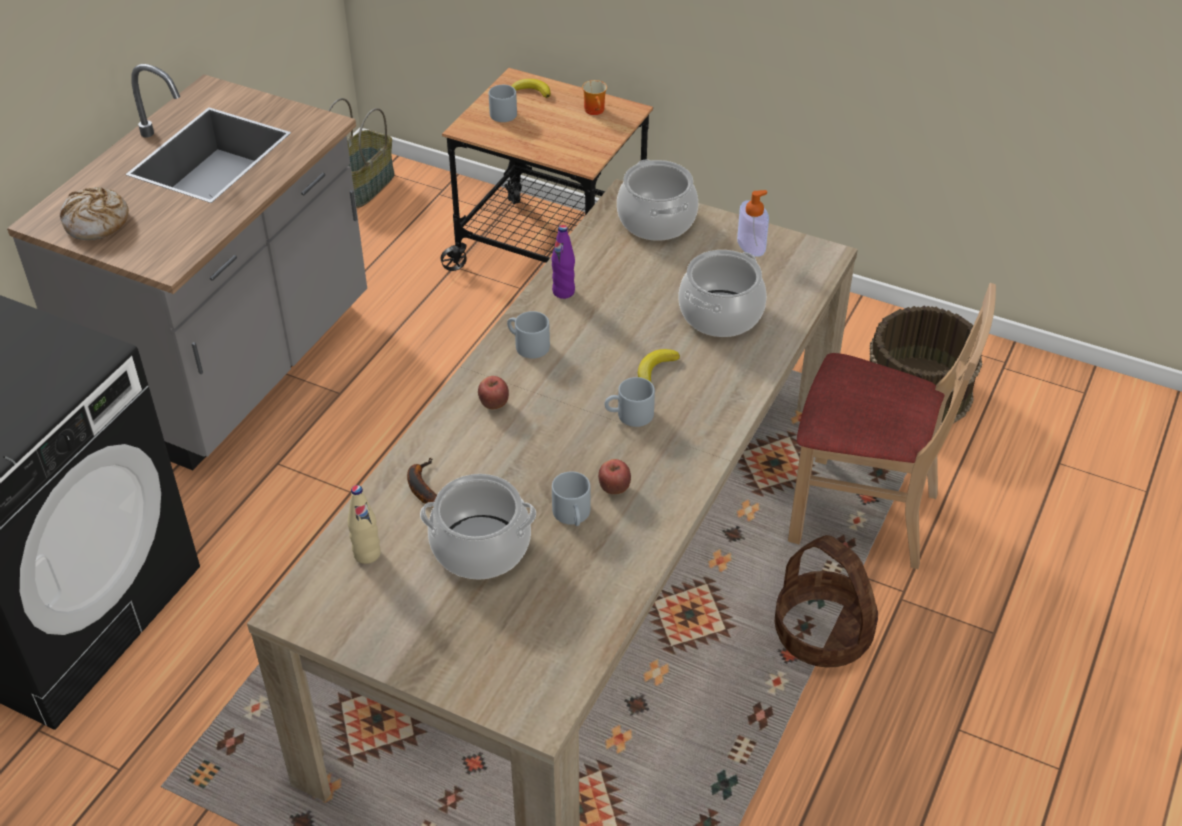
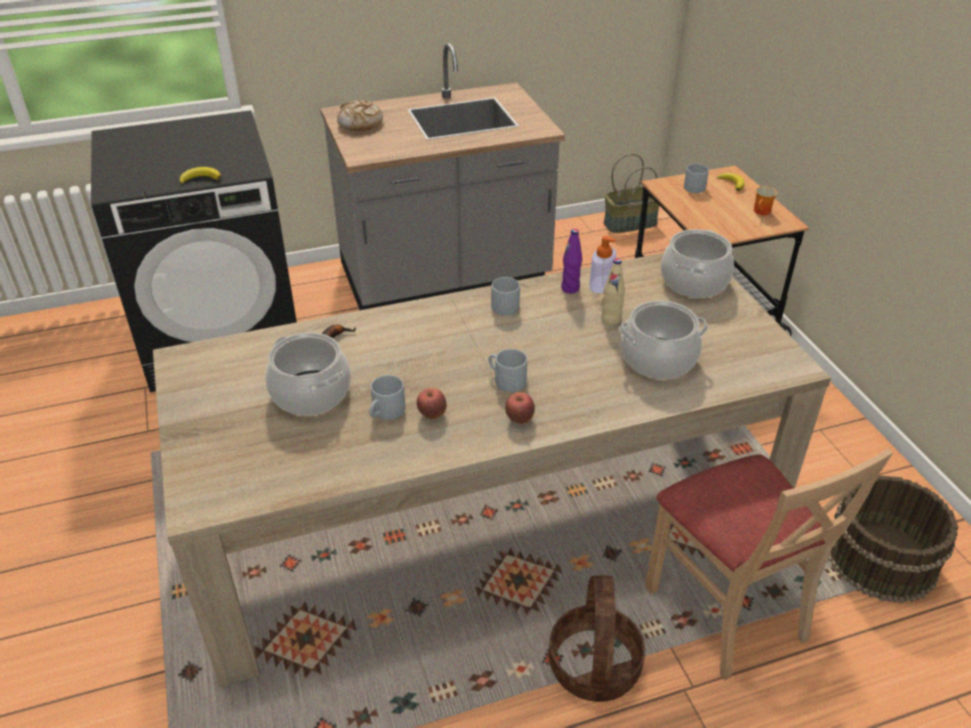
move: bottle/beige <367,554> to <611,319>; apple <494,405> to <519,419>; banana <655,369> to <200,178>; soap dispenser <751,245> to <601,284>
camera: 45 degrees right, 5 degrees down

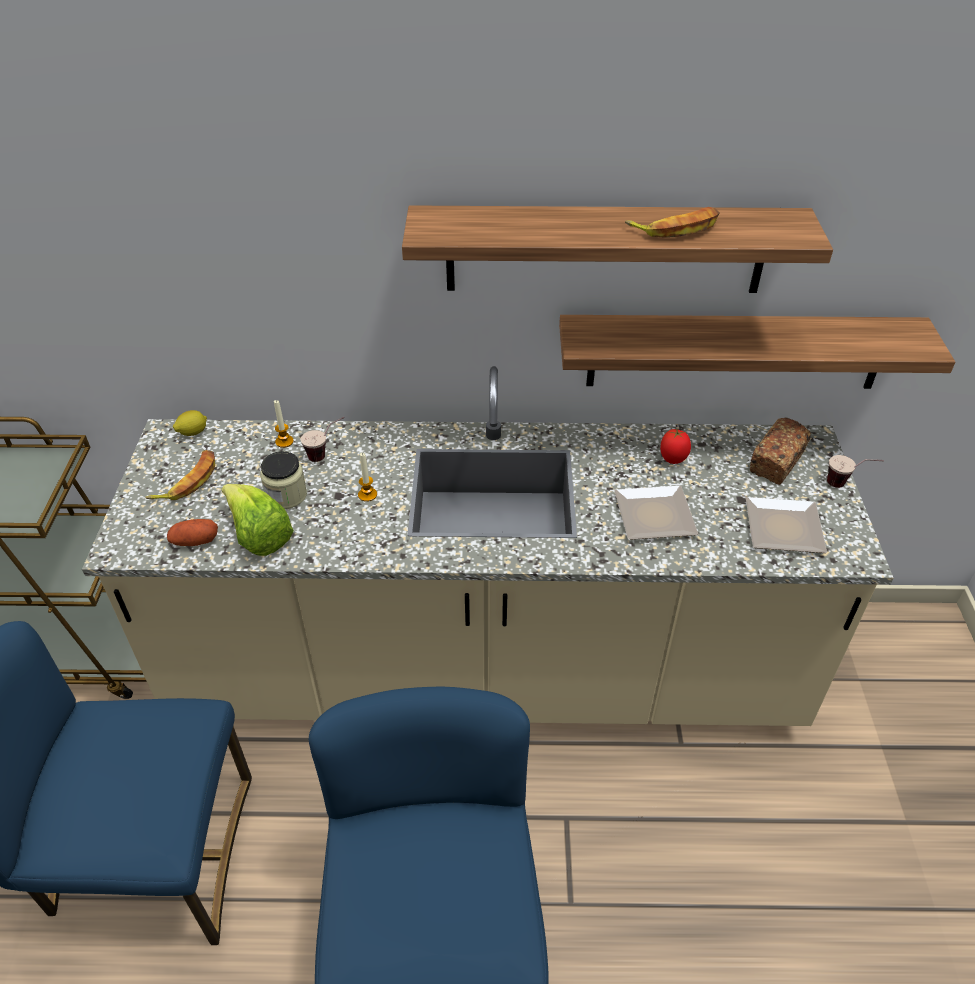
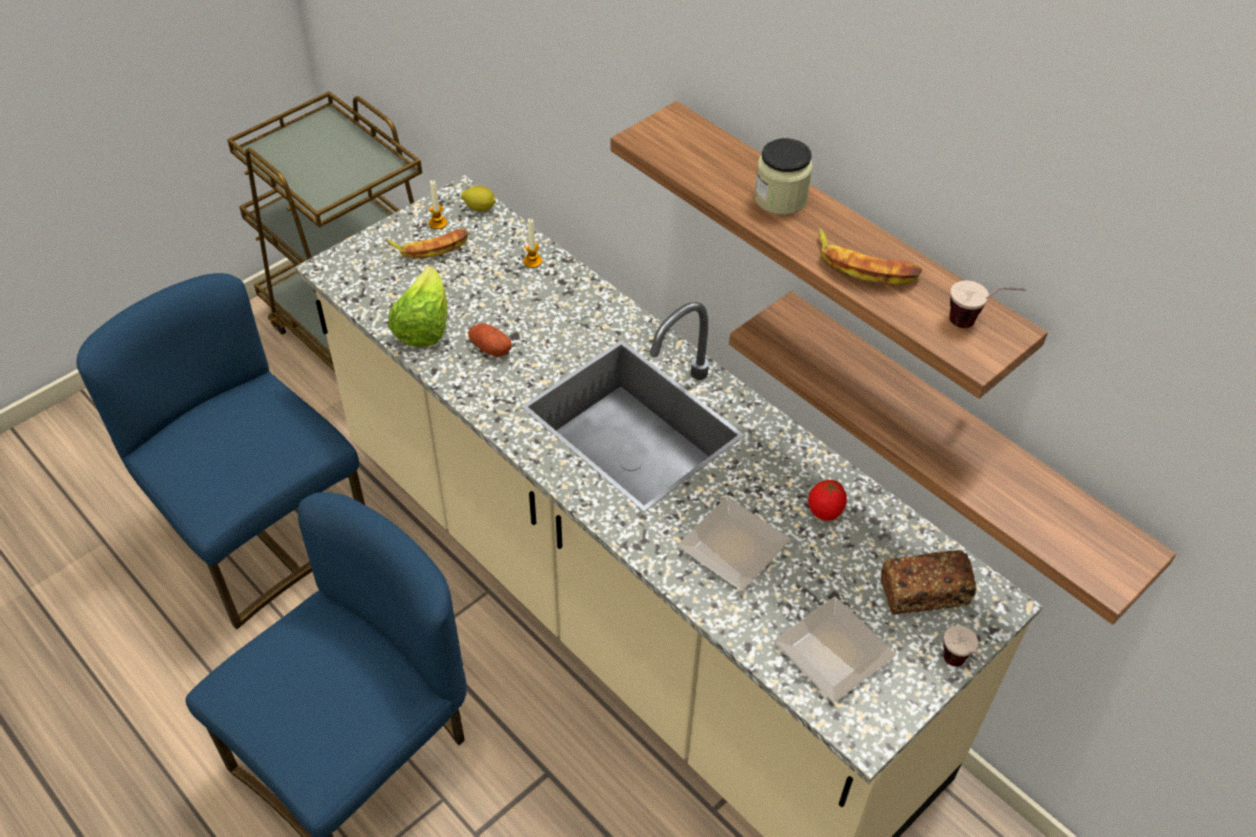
move: potato <195,541> to <490,348>; jar <286,495> to <780,198>; cup <326,454> to <976,324>; candle <367,495> to <438,223>
camera: 45 degrees right, 5 degrees up

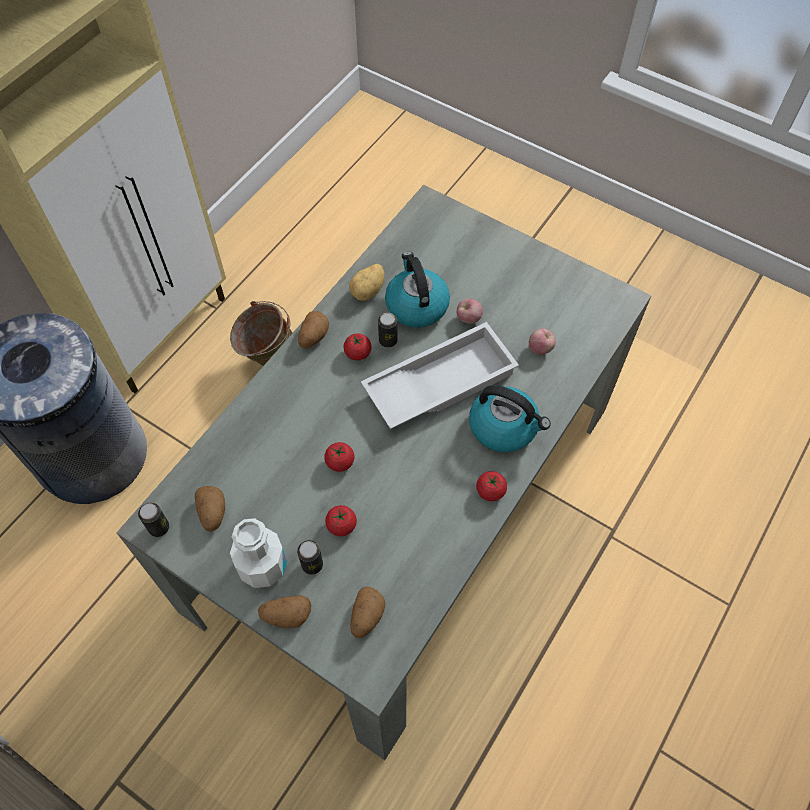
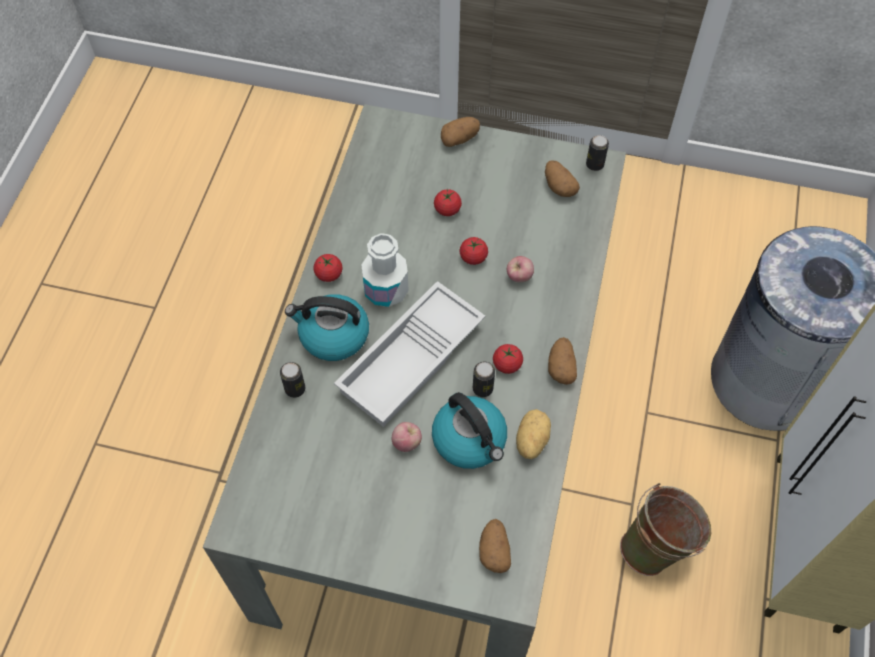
move: bottle/white <262,566> to <386,290>; can <312,564> to <295,389>; potato <366,617> to <494,550>; apple <540,348> to <519,277>
camera: 160 degrees right, 0 degrees up

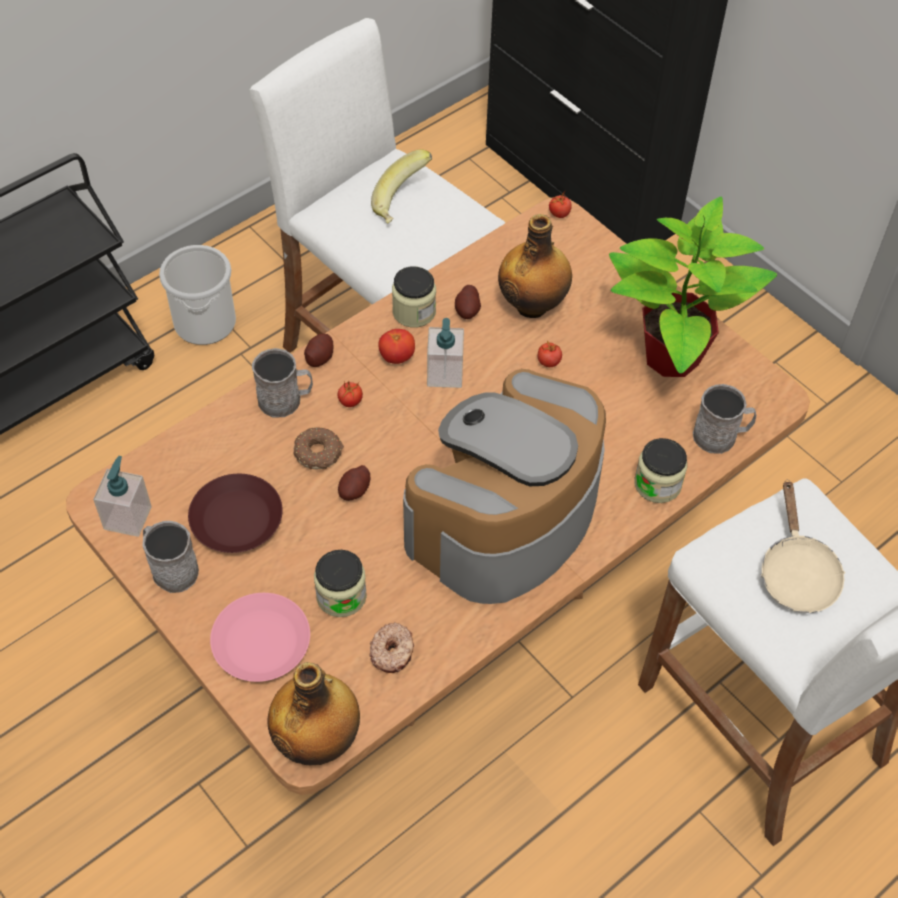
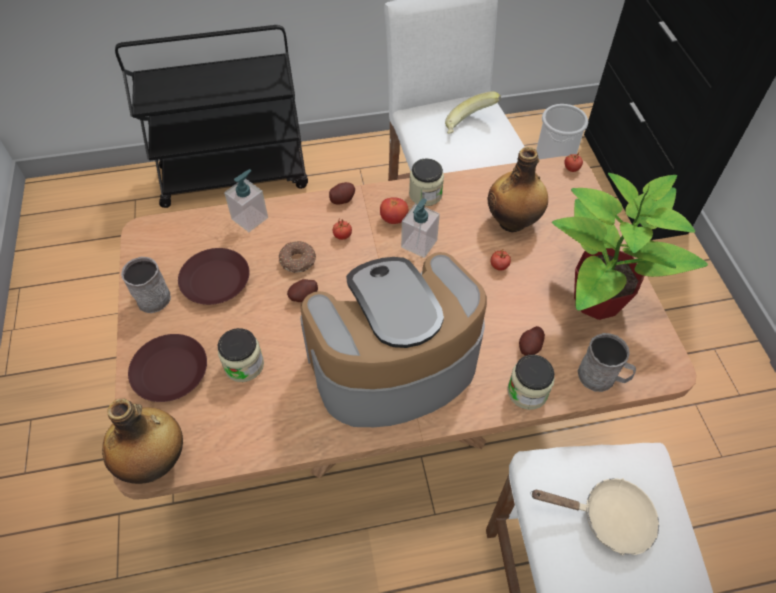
delete: mug/grey <285,400>; donut <392,652>
move: soap dispenser <128,517> to <250,218>; bucket <205,322> to <555,157>; potato <467,311> to <529,347>
recolor: plate/pink <260,643> to plate/brown <169,372>
rotate: frying pan/beige <796,572> = <608,518> 105 degrees counterclockwise
camera: 30 degrees right, 0 degrees up

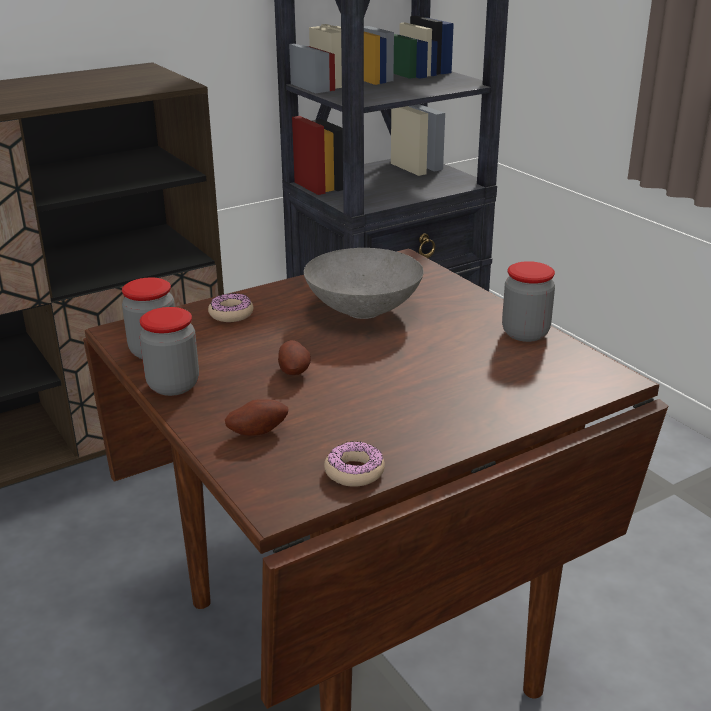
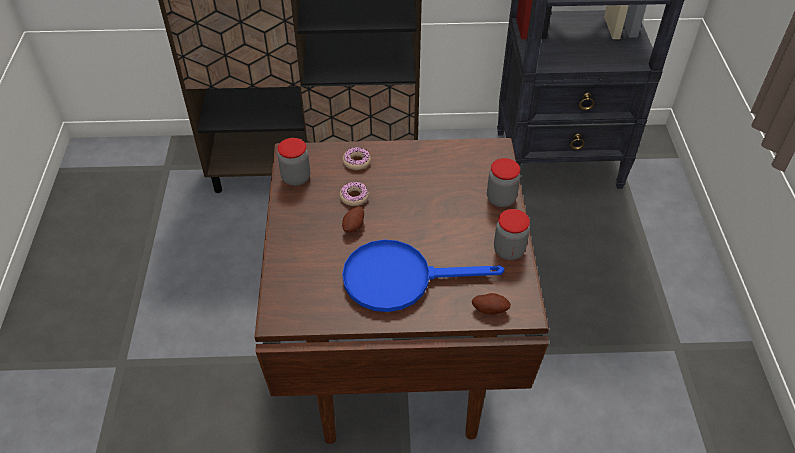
delete: bowl/grey <361,311>
insert: frying pan/blue <400,278>
move: jar <173,385> to <501,199>; potato <257,431> to <490,309>; donut <354,472> to <354,197>
camera: 30 degrees right, 20 degrees up

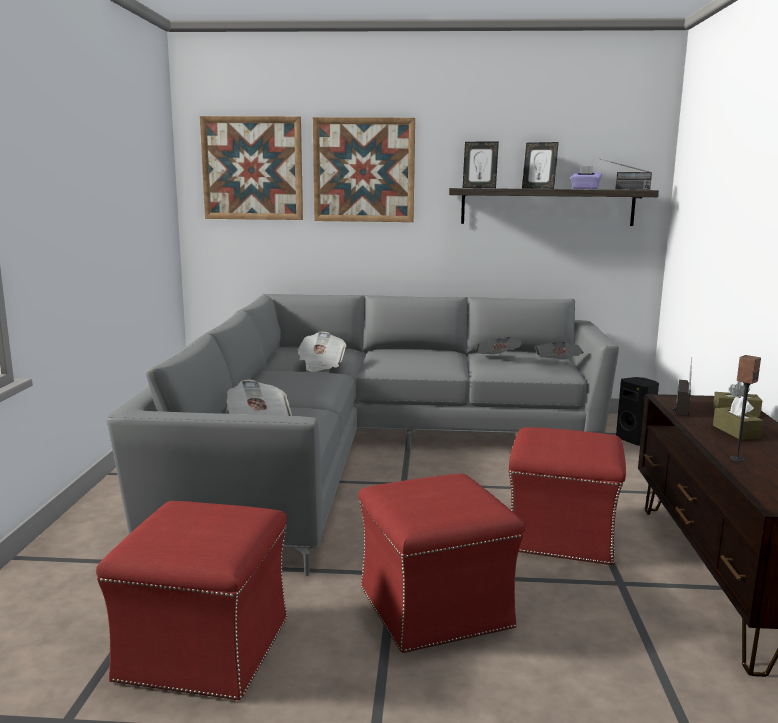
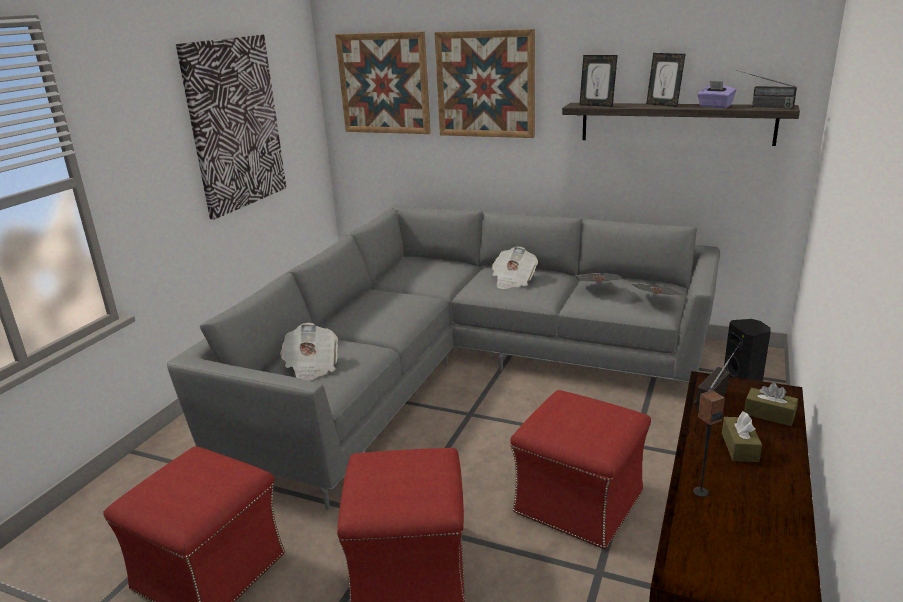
insert: picture <235,124>
move: newspaper <321,365> to <513,280>
camera: 20 degrees right, 10 degrees up

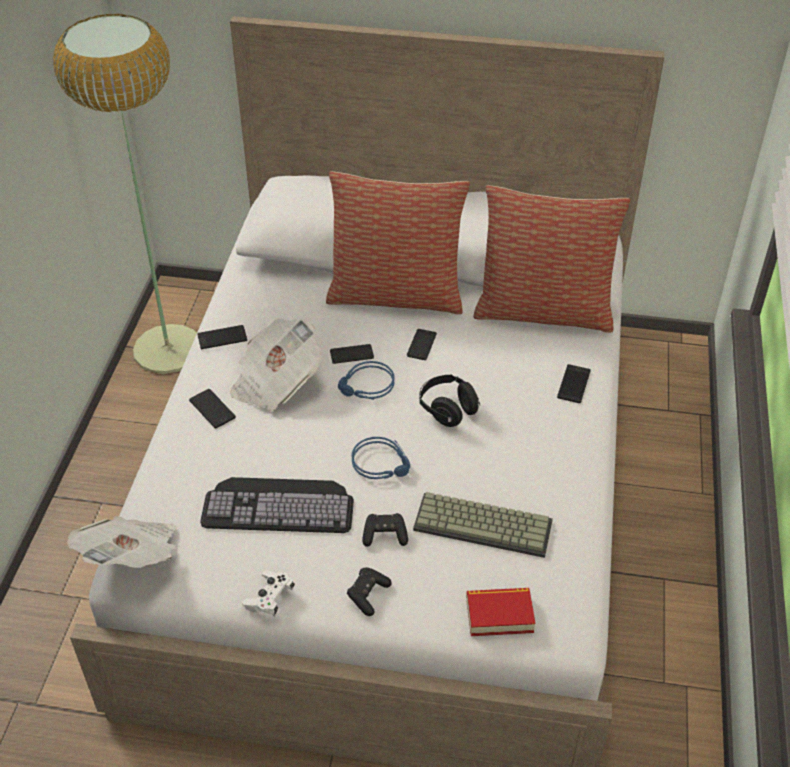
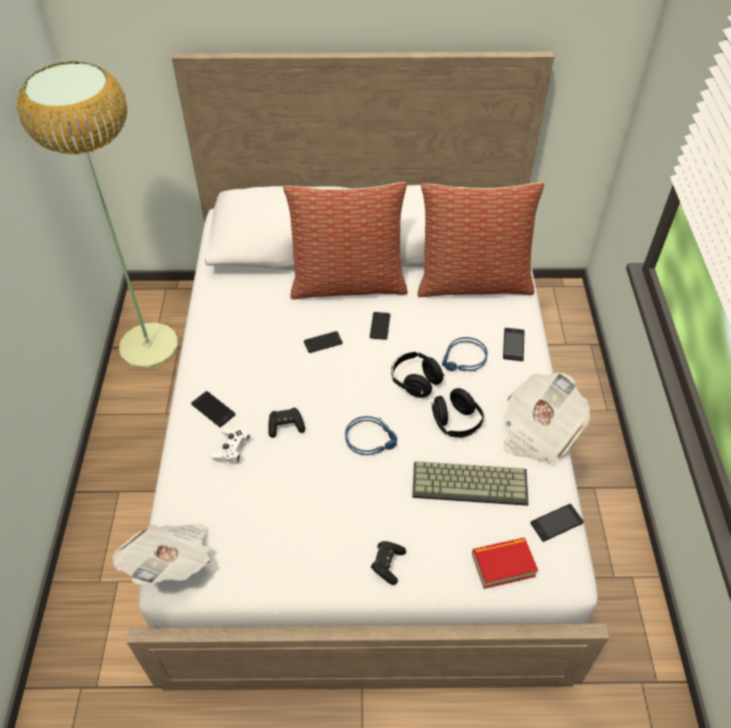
delete: keyboard <280,504>
insert: headphones/black <456,423>
move: phone <222,338> to <556,523>; newspaper <275,382> to <538,431>; game controller/white <269,598> to <231,450>; headphones/blue <366,387> to <464,360>; game controller/black <385,535> to <286,426>
camera: 10 degrees left, 5 degrees up

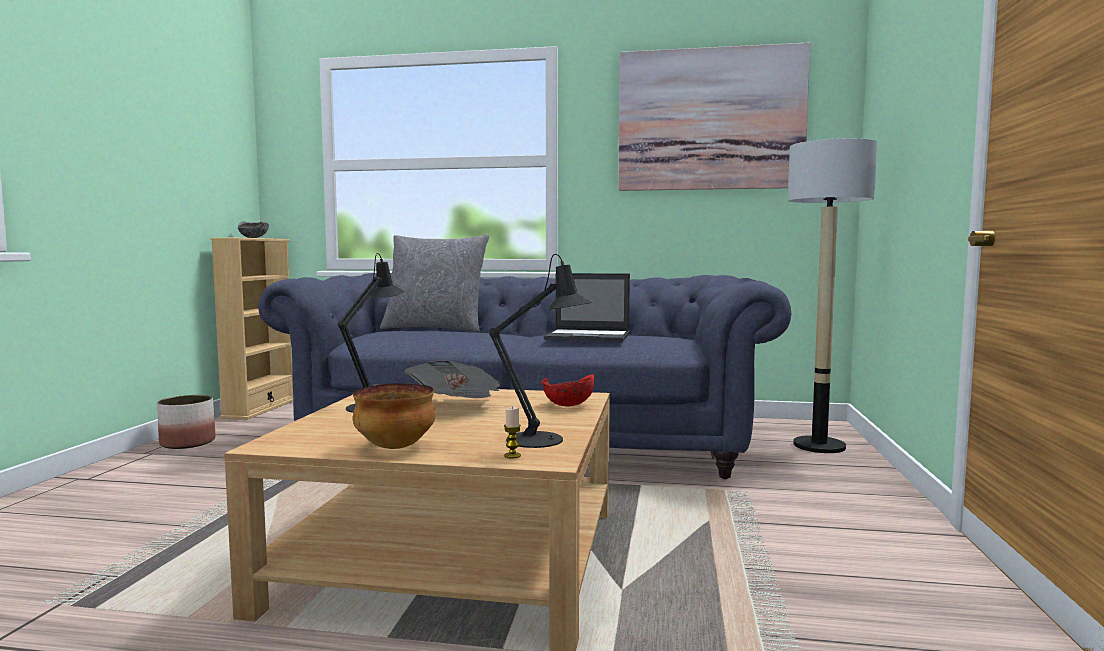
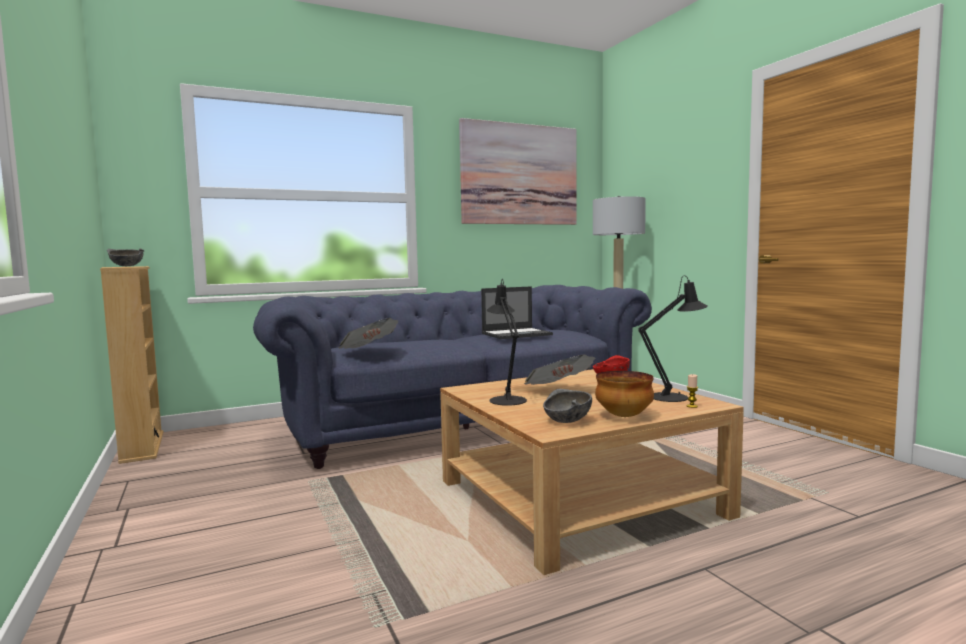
delete: planter <187,443>; pillow/grey <435,329>
insert: newspaper <368,351>; bowl/grey <567,421>
camera: 35 degrees left, 0 degrees up

